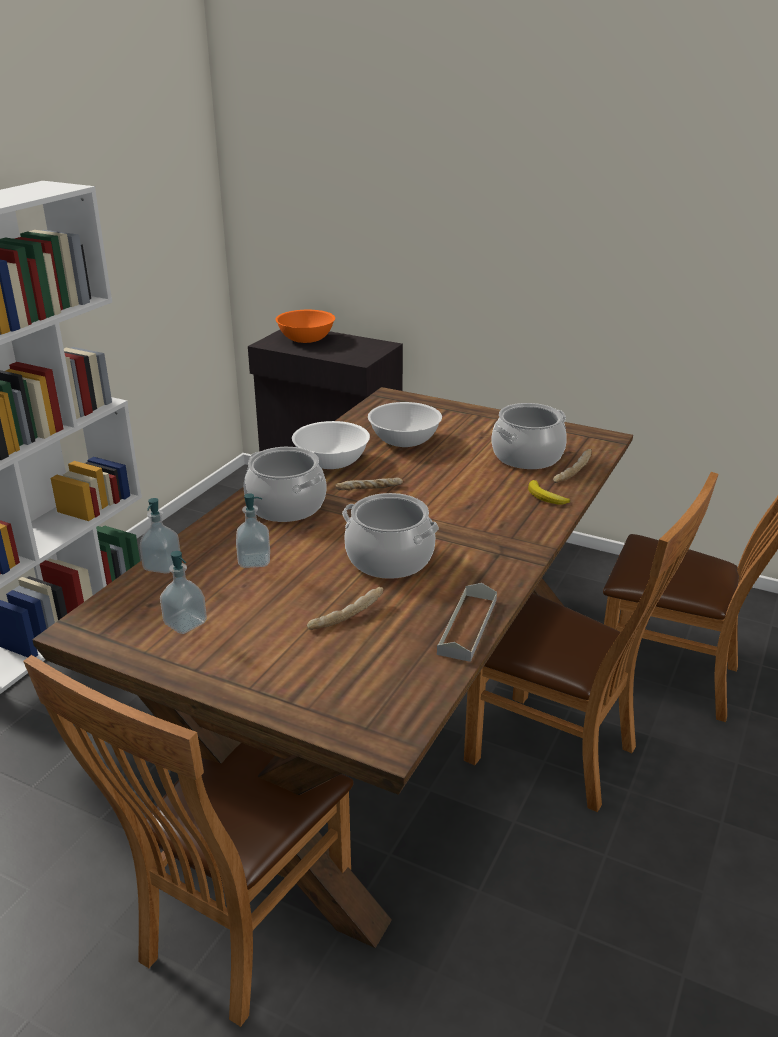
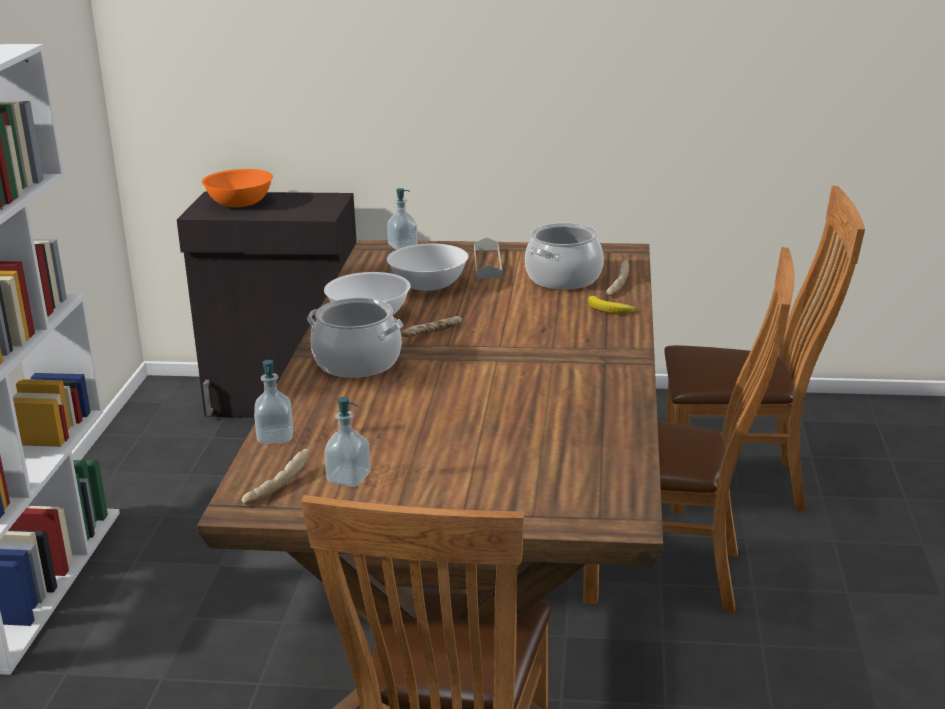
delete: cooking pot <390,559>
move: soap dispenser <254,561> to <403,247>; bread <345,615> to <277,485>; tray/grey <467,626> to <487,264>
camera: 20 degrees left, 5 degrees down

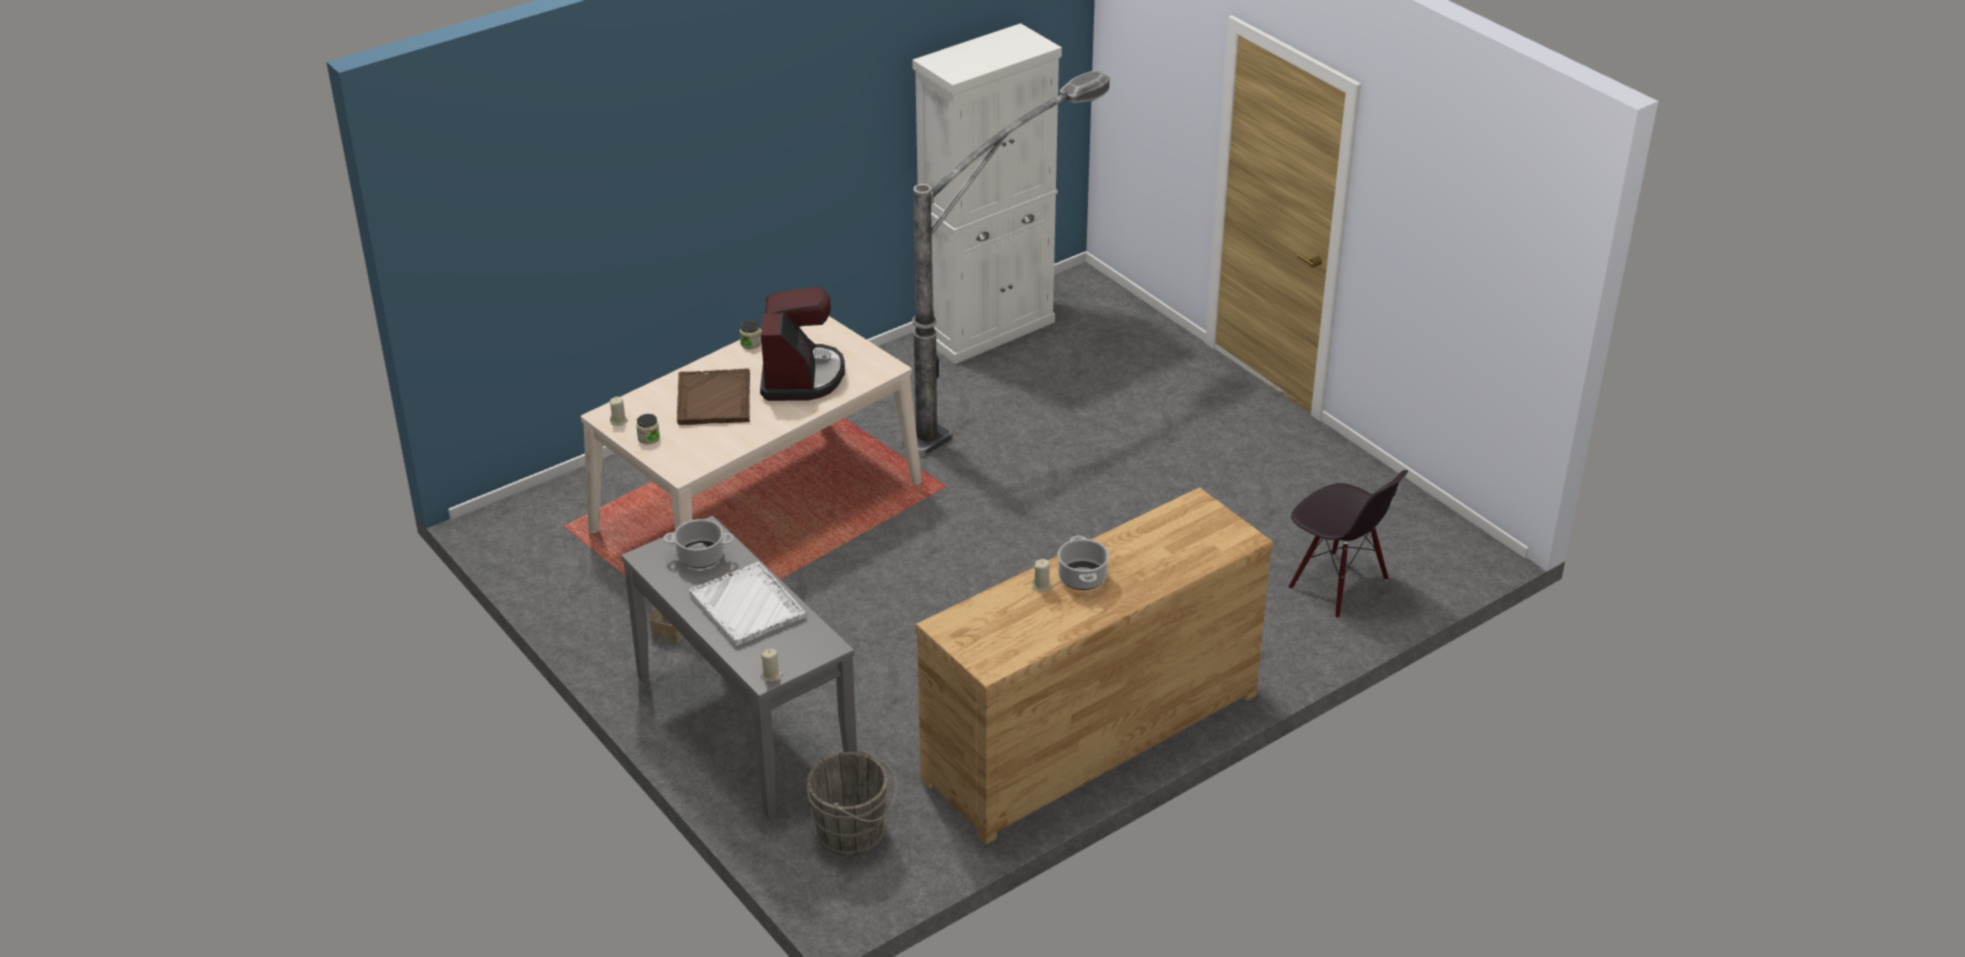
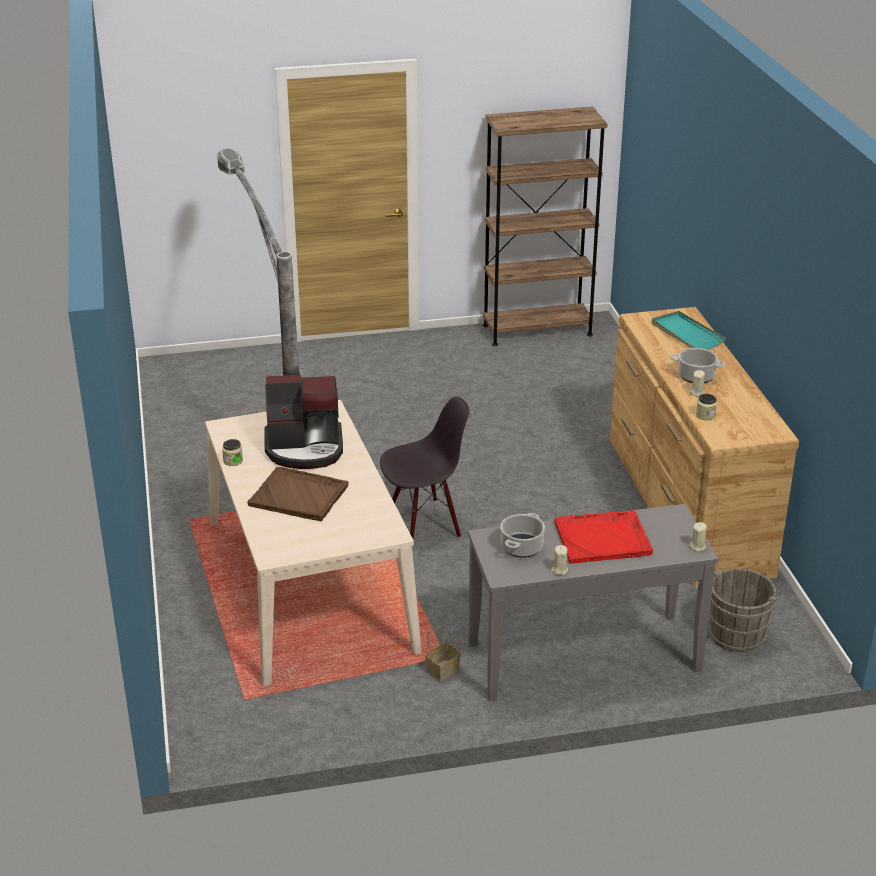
delete: cabinet/white <987,329>
insert: bookcase/brown <537,330>; tray/turquoise <686,334>
move: candle/beige <619,421> to <559,570>; jar <648,438> to <705,415>; chair/black <1337,585> to <424,524>
recolor: tray/white <747,606> to tray/red <603,539>
rotate: coffee machine <801,376> = <305,448> 150 degrees clockwise
camera: 65 degrees left, 5 degrees down

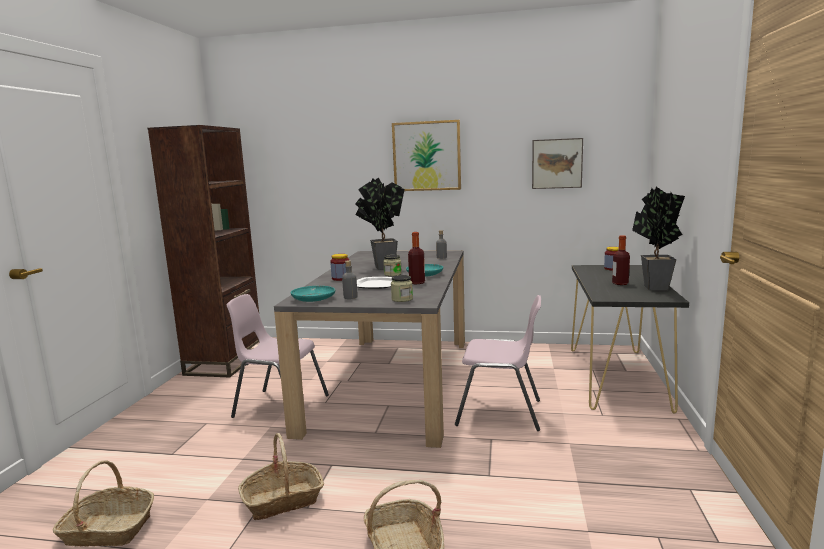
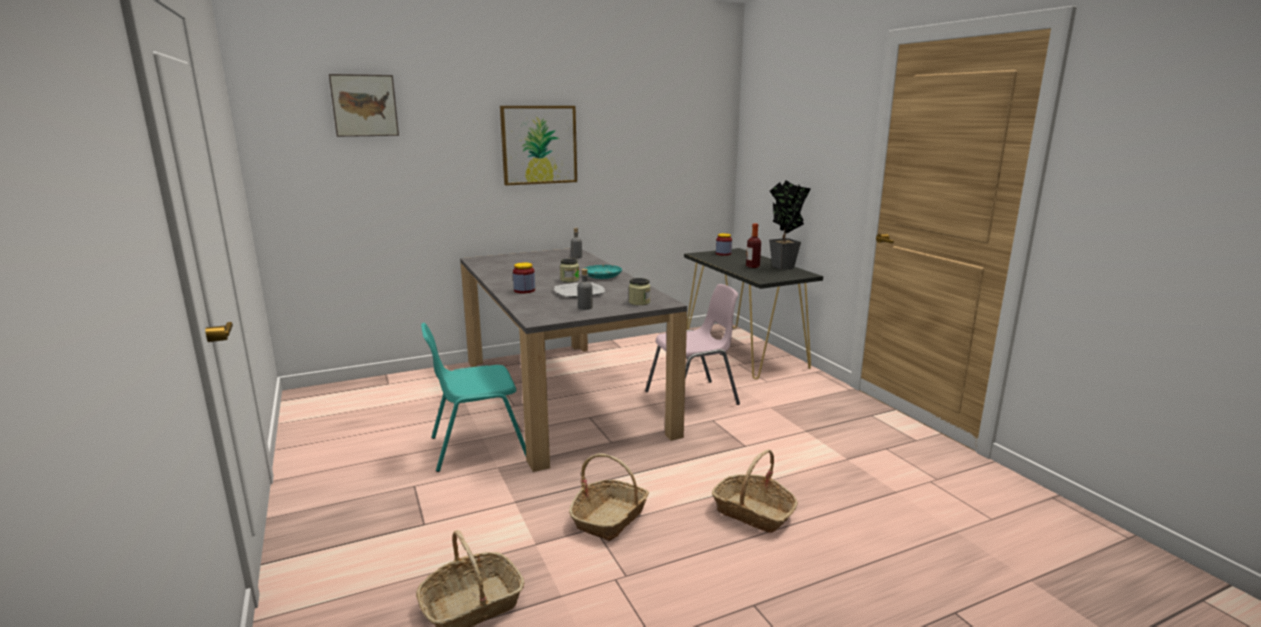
delete: bookcase/brown <225,362>; plate/turquoise <313,299>; potted plant <381,267>; bottle <417,282>
move: picture <556,163> to <364,105>
recolor: chair/pink <280,406> to chair/turquoise <477,447>
camera: 35 degrees left, 5 degrees up

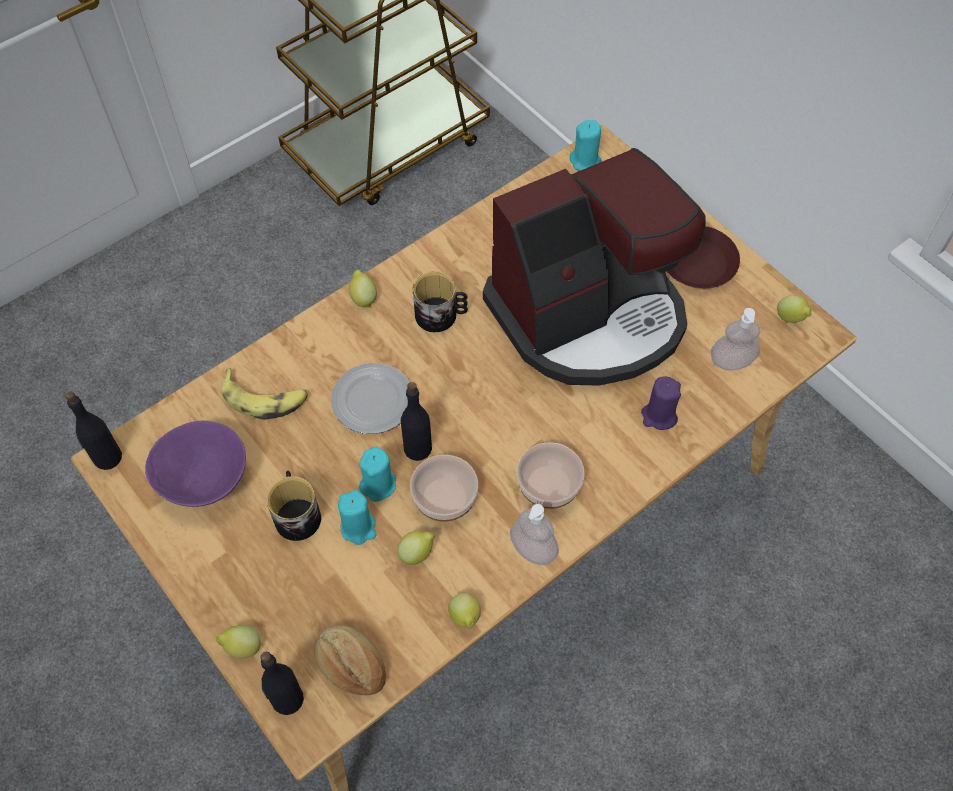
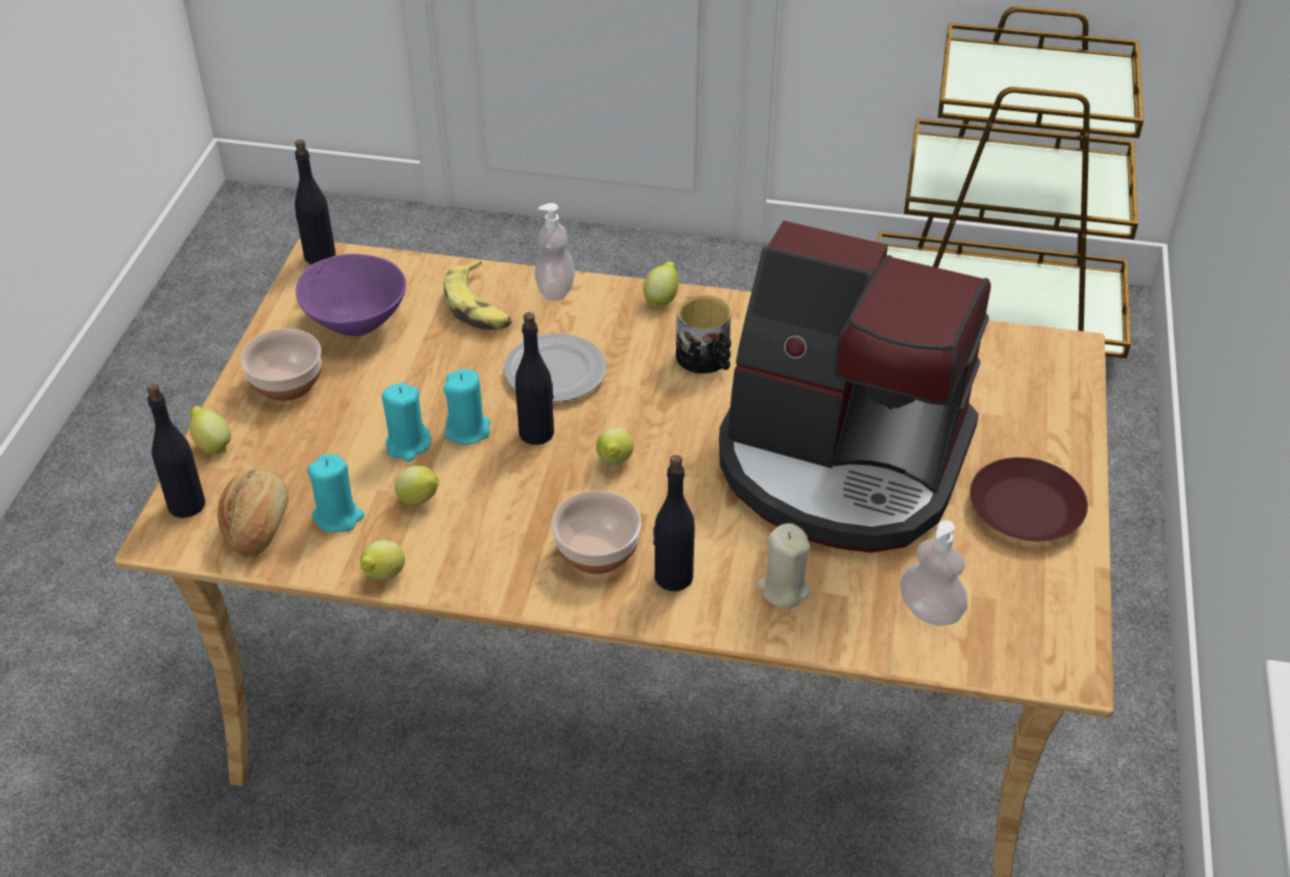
delete: mug <297,514>
insert: bottle/black <673,577>
move: bowl <445,499> to <287,384>; soap dispenser <533,549> to <555,290>; candle/turquoise <585,161> to <338,517>; lemon <791,318> to <614,462>
recolor: candle/purple <659,416> to candle/beige <783,589>
camera: 50 degrees right, 15 degrees down

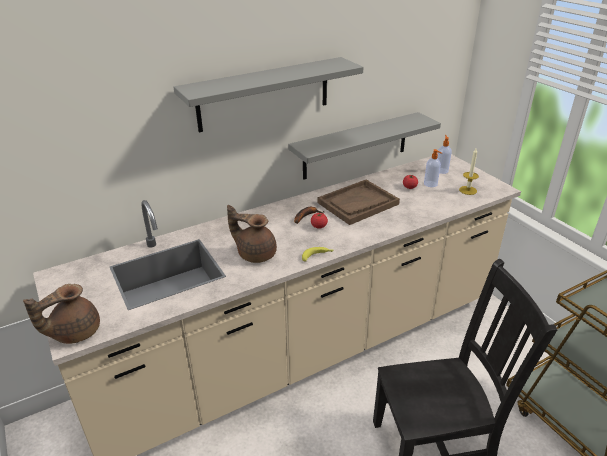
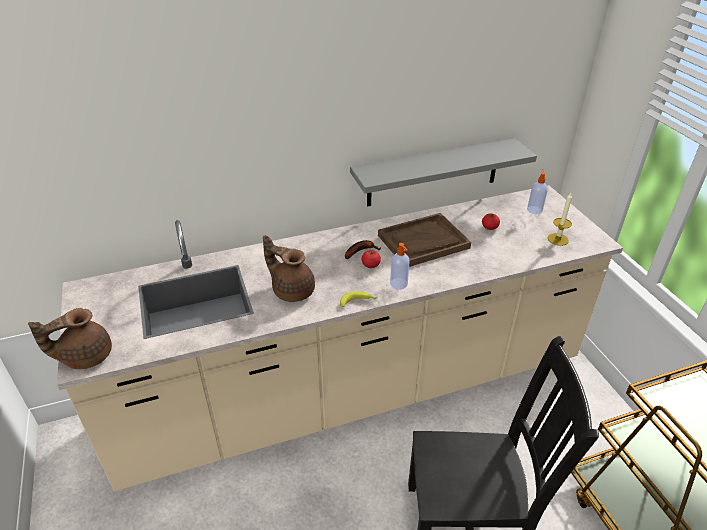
delete: shelf/grey <264,94>
move: soap dispenser <431,184> to <399,284>
camera: 10 degrees right, 5 degrees up

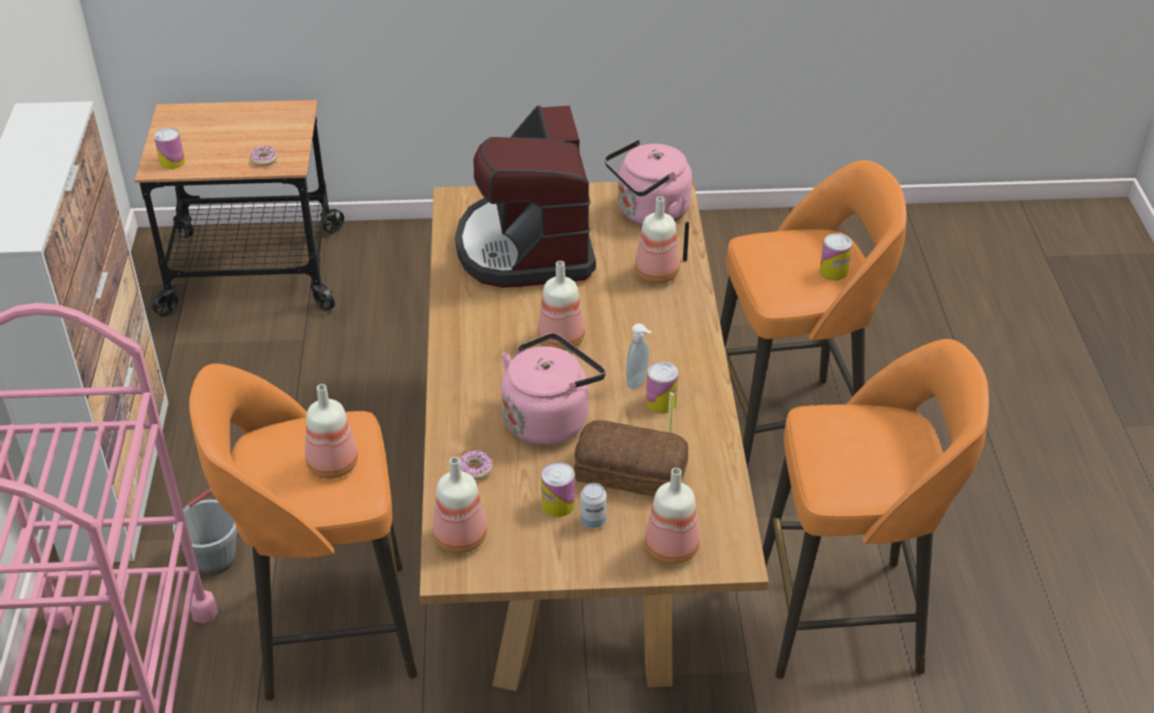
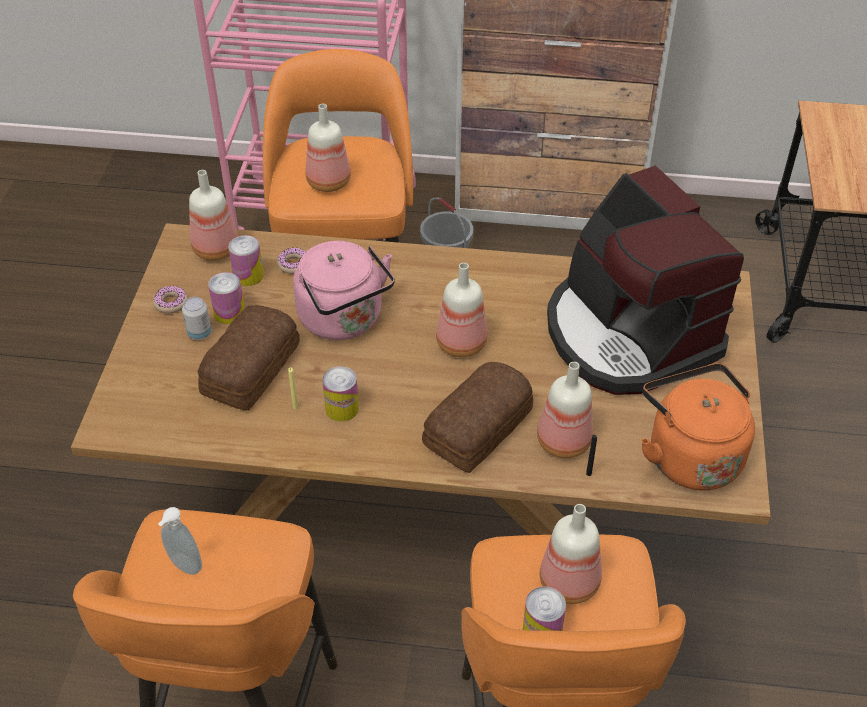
insert: bread <481,427>
move: can <172,162> to <248,275>; donut <264,160> to <171,303>; soap dispenser <638,382> to <184,566>; bottle <671,547> to <571,582>
recolor: kettle/pink <649,213> to kettle/orange <690,455>
rotate: coffee machine <526,247> = <628,334> 120 degrees counterclockwise
camera: 100 degrees right, 5 degrees up

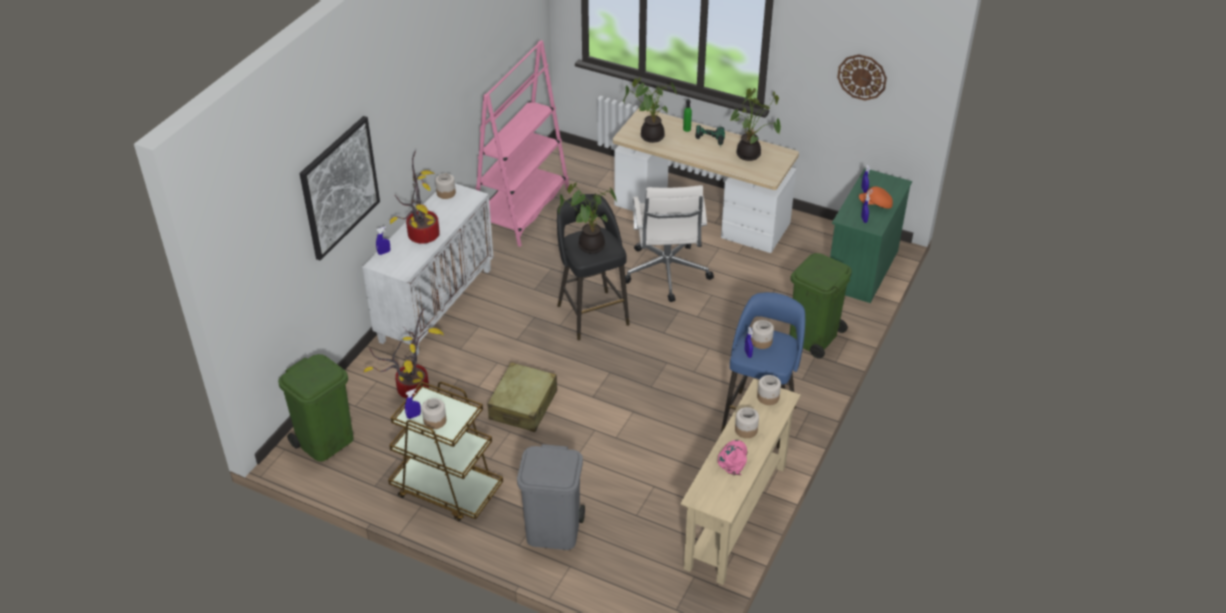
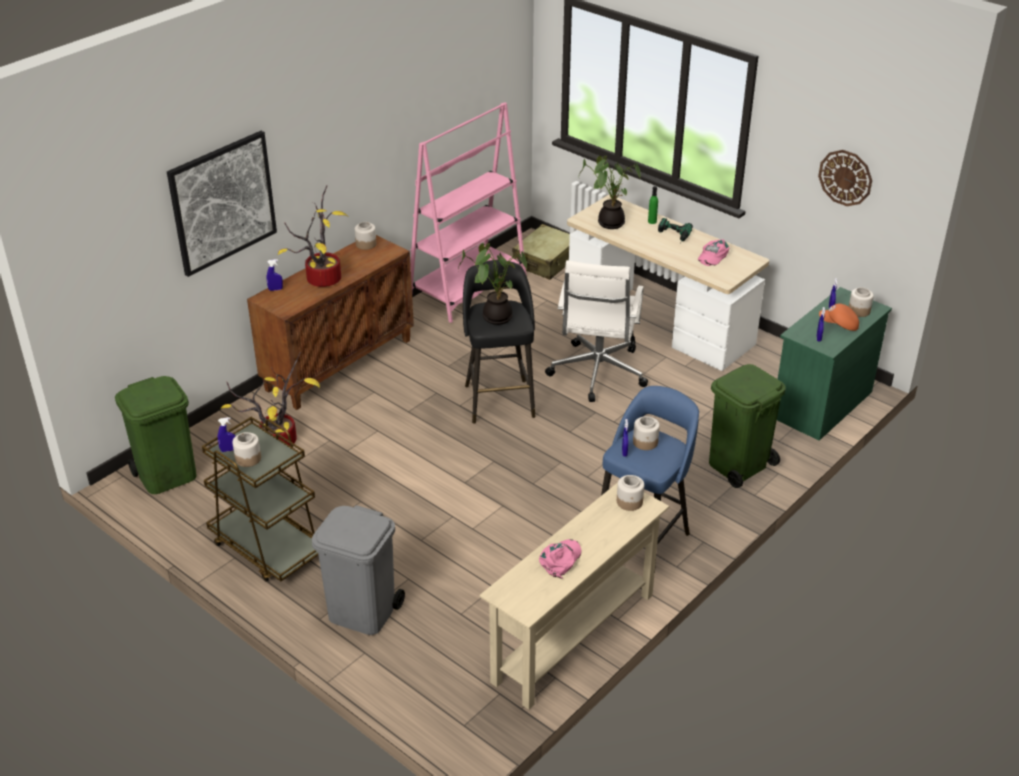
move: suitcase/beige <523,405> to <546,261>; jar <745,430> to <858,311>
replace: potted plant <750,155> to cap/pink <712,255>
recolor: cabinet/white <436,304> to cabinet/brown <339,364>
camera: 15 degrees right, 5 degrees down

